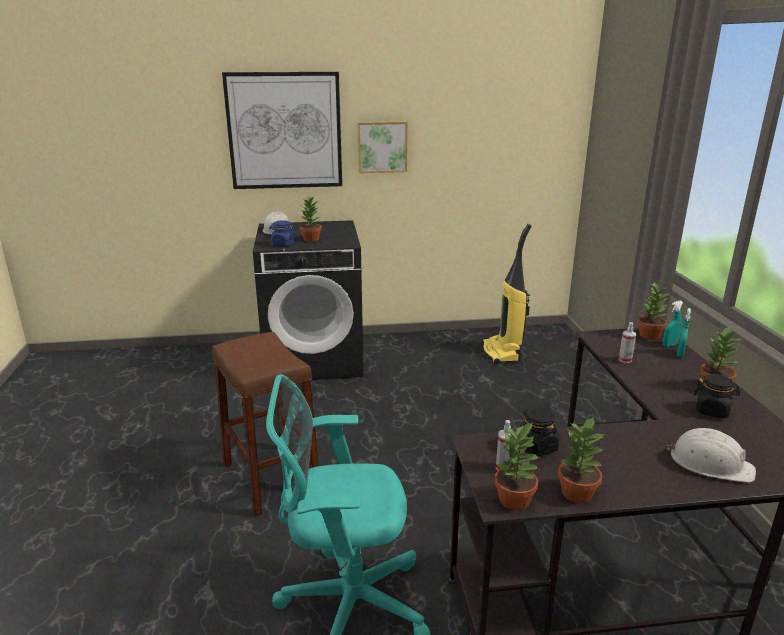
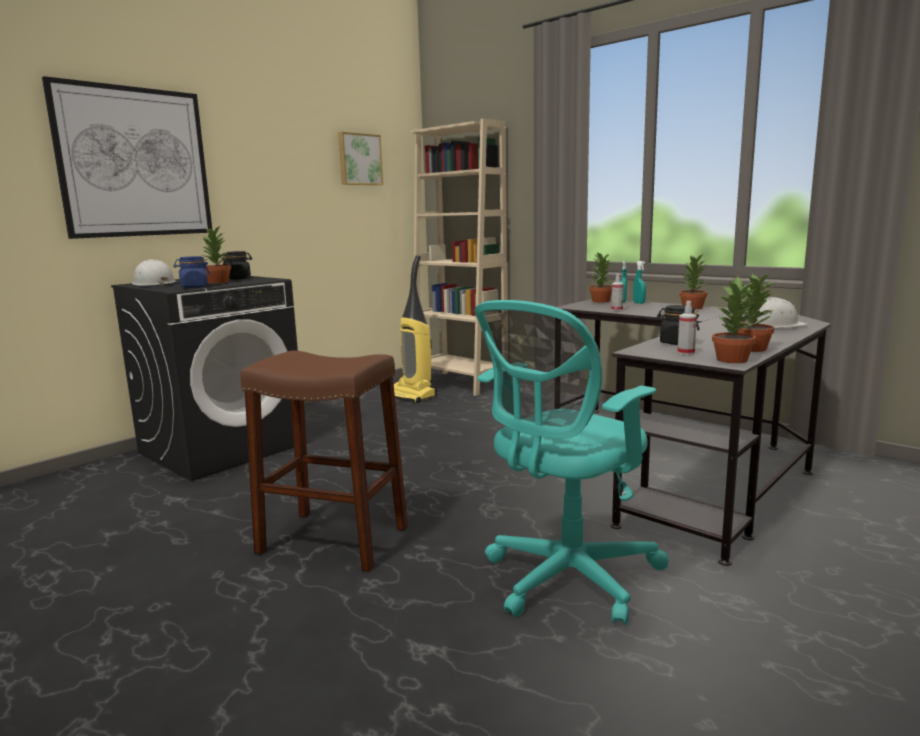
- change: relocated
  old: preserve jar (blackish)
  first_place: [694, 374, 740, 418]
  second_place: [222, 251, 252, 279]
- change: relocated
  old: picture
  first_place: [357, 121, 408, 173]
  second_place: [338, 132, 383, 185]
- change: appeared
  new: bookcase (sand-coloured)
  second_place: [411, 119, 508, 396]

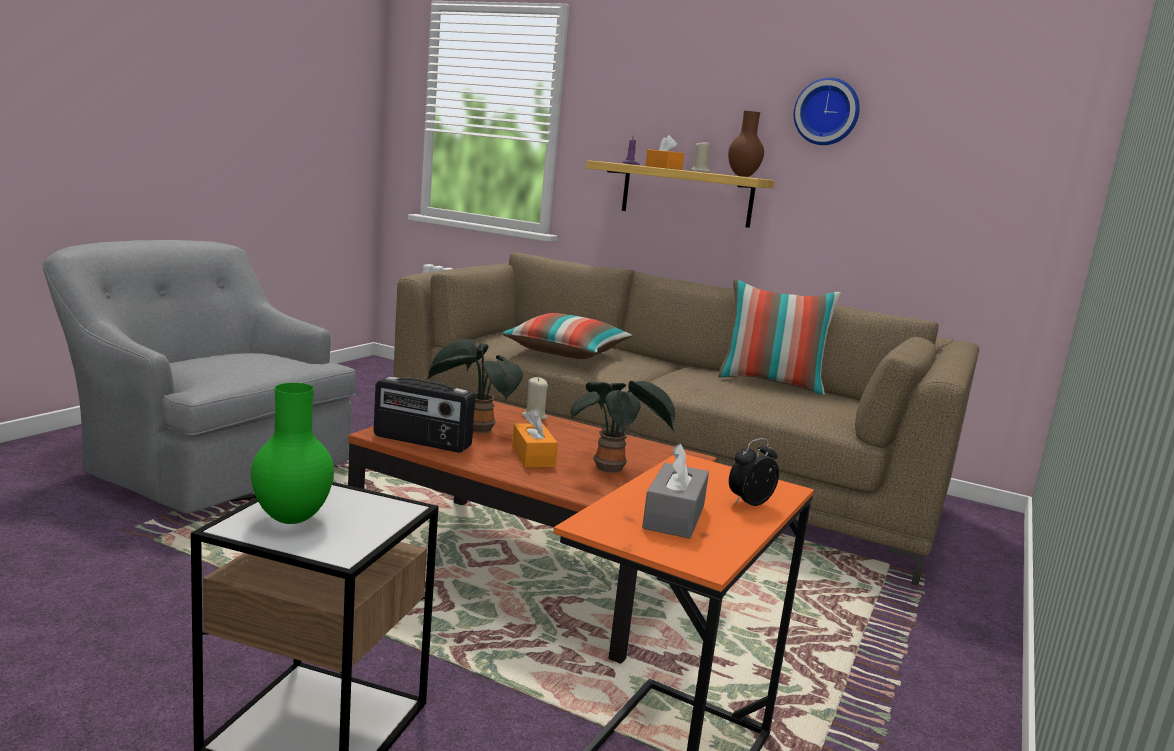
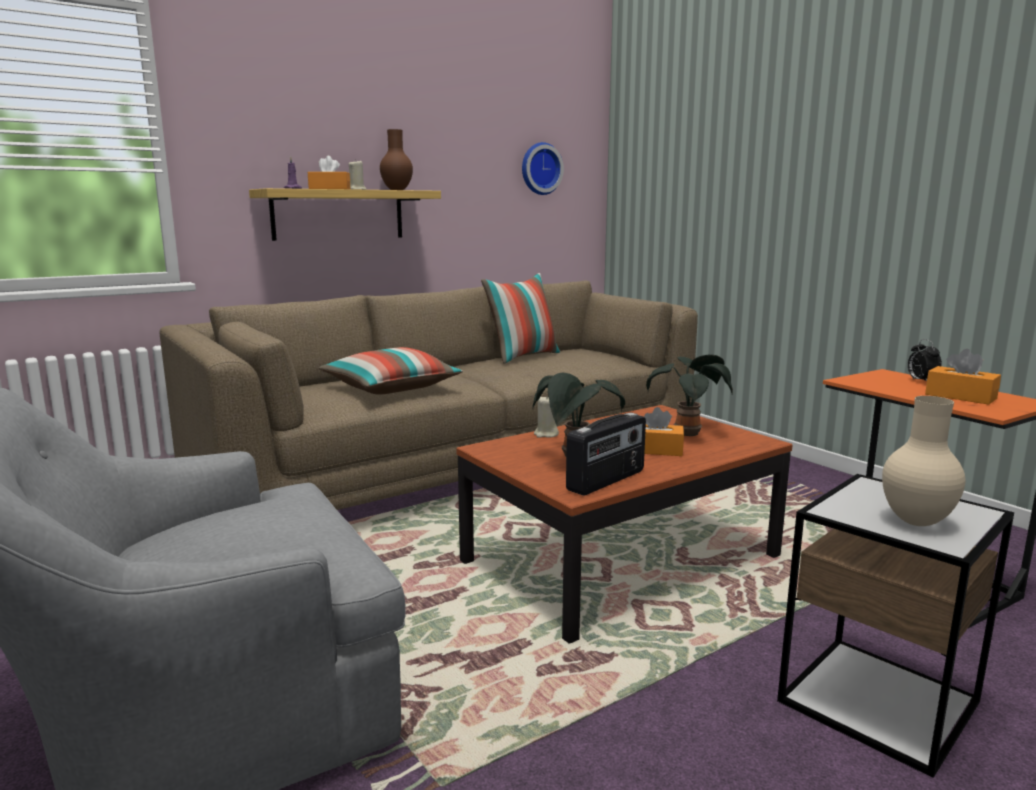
- change: relocated
  old: clock on the wall
  first_place: [794, 77, 860, 145]
  second_place: [522, 142, 564, 195]
- change: colour
  old: decorative vase (green-coloured)
  new: decorative vase (sand-coloured)
  first_place: [251, 383, 334, 524]
  second_place: [882, 396, 966, 526]
- change: colour
  old: tissue box (greyish)
  new: tissue box (orangey)
  first_place: [642, 444, 709, 539]
  second_place: [925, 349, 1001, 405]

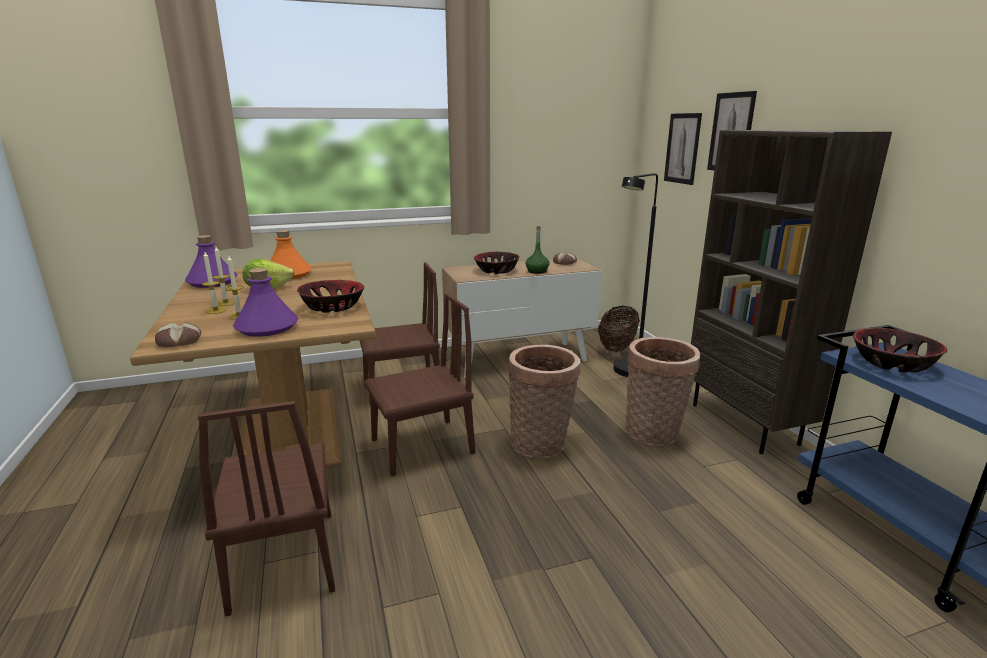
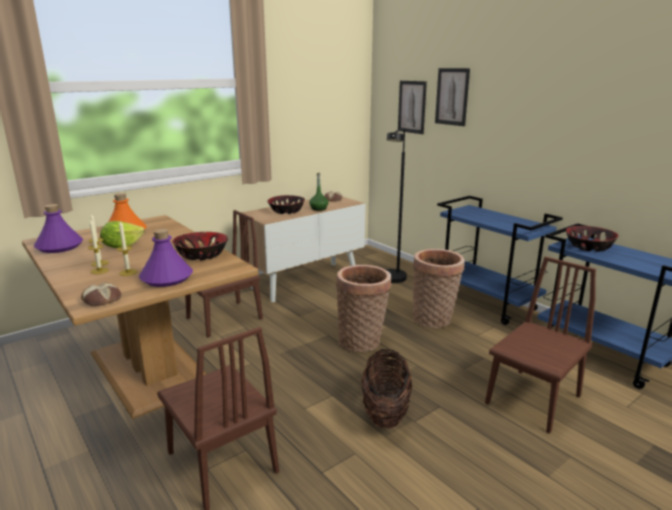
- change: relocated
  old: household basket
  first_place: [598, 306, 640, 352]
  second_place: [361, 349, 412, 428]
- change: exchanged
  old: bookcase (brown)
  new: wheeled cart (blue)
  first_place: [691, 130, 892, 454]
  second_place: [437, 196, 563, 325]
- change: relocated
  old: upright chair (brown)
  first_place: [364, 293, 475, 476]
  second_place: [485, 256, 596, 434]

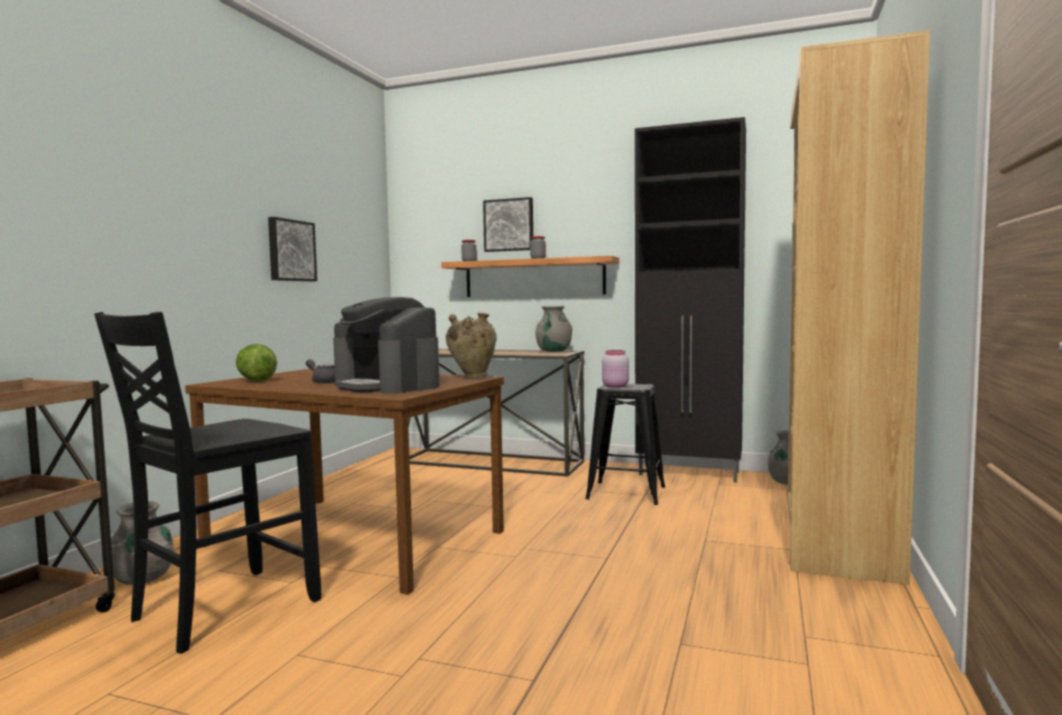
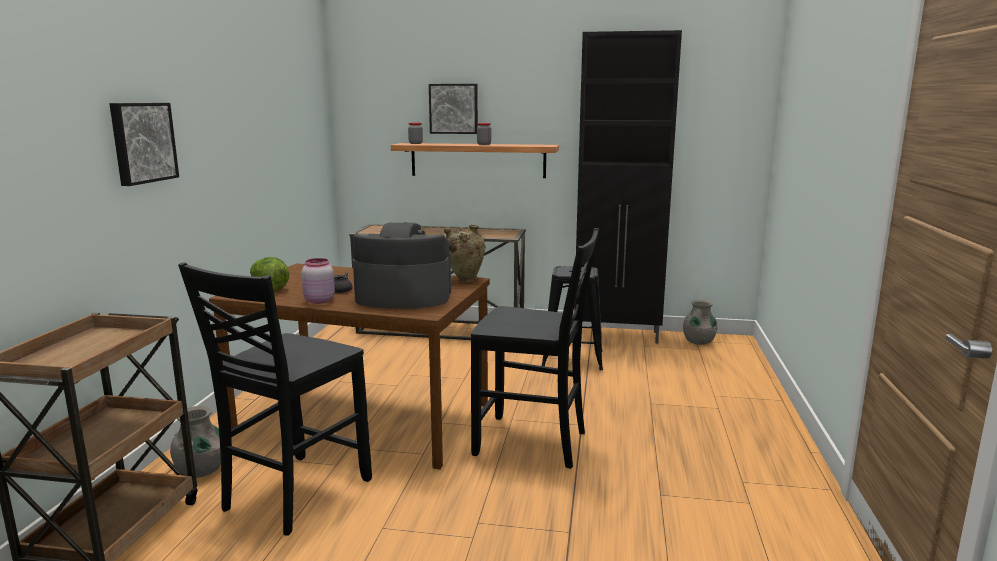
- change: relocated
  old: picture
  first_place: [268, 217, 317, 281]
  second_place: [109, 103, 179, 186]
- change: relocated
  old: preserve jar (pink-coloured)
  first_place: [602, 350, 629, 388]
  second_place: [301, 258, 335, 304]
- change: spun
  old: coffee brewer
  first_place: [333, 297, 440, 394]
  second_place: [353, 222, 451, 308]
  degrees: 150
- change: appeared
  new: upright chair (blackish)
  second_place: [471, 228, 599, 469]
- change: missing
  old: decorative vase (greyish)
  first_place: [535, 306, 572, 352]
- change: missing
  old: bookcase (brown)
  first_place: [788, 30, 930, 585]

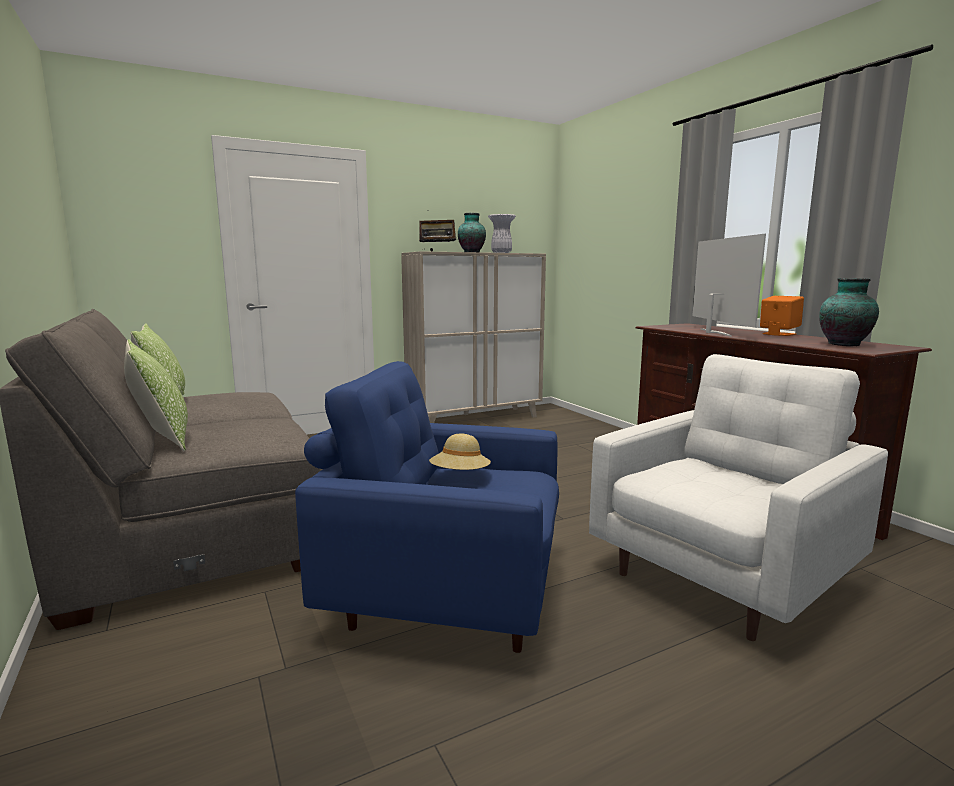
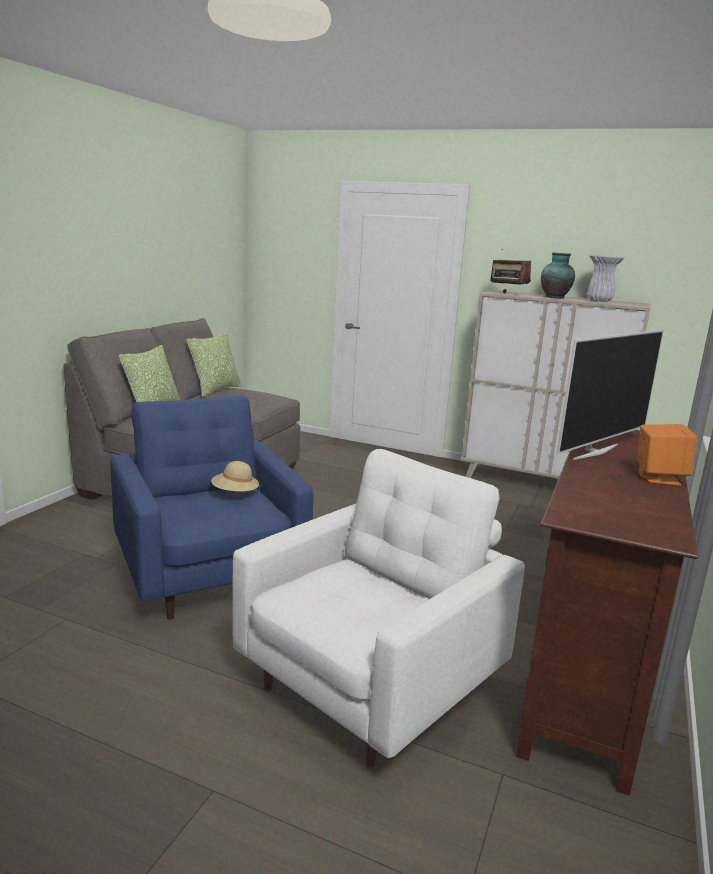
- change: spun
  old: armchair (white-coloured)
  first_place: [589, 354, 888, 641]
  second_place: [233, 449, 525, 768]
  degrees: -60
- change: missing
  old: decorative vase
  first_place: [819, 278, 879, 346]

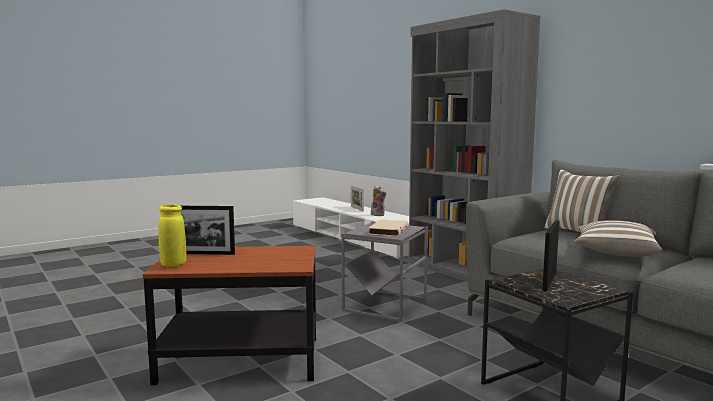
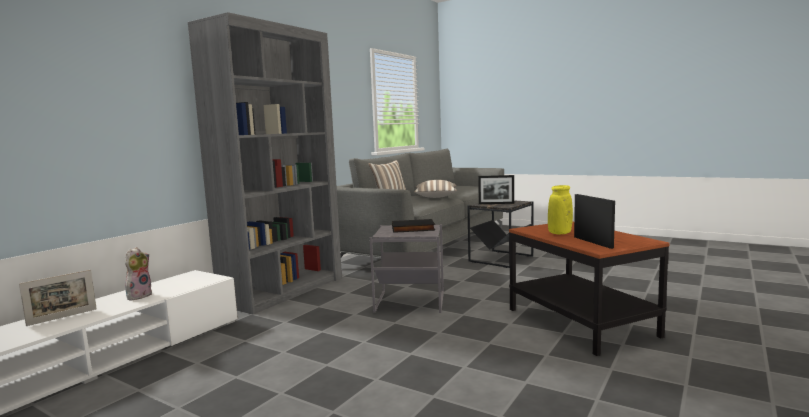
- change: colour
  old: volume (sand-coloured)
  new: volume (blackish)
  first_place: [368, 219, 408, 237]
  second_place: [392, 219, 435, 233]
- change: relocated
  old: decorative vase (yellow)
  first_place: [158, 204, 187, 267]
  second_place: [548, 185, 573, 234]

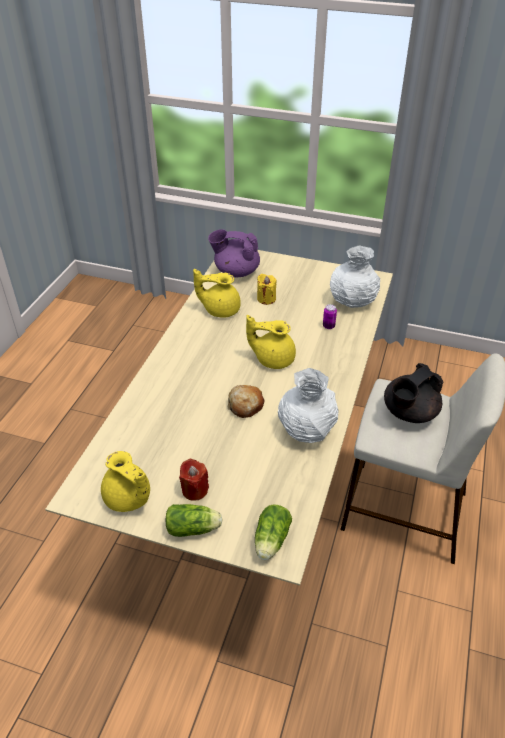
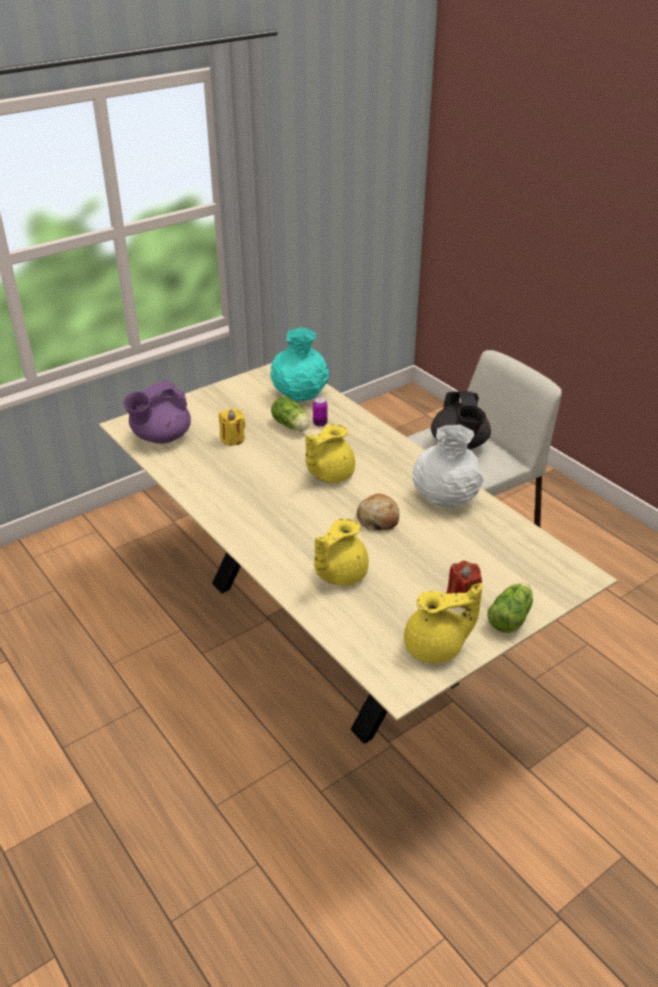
- change: colour
  old: decorative vase (white-coloured)
  new: decorative vase (turquoise)
  first_place: [330, 245, 380, 308]
  second_place: [270, 327, 329, 402]
- change: relocated
  old: lettuce
  first_place: [255, 505, 292, 560]
  second_place: [271, 396, 310, 431]
- change: relocated
  old: teapot (yellow)
  first_place: [193, 269, 241, 318]
  second_place: [314, 518, 369, 586]

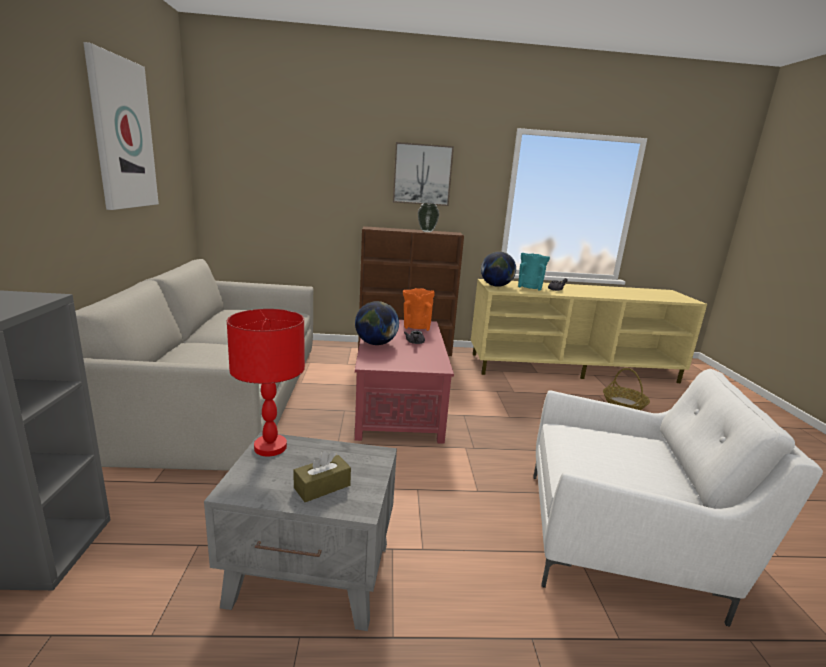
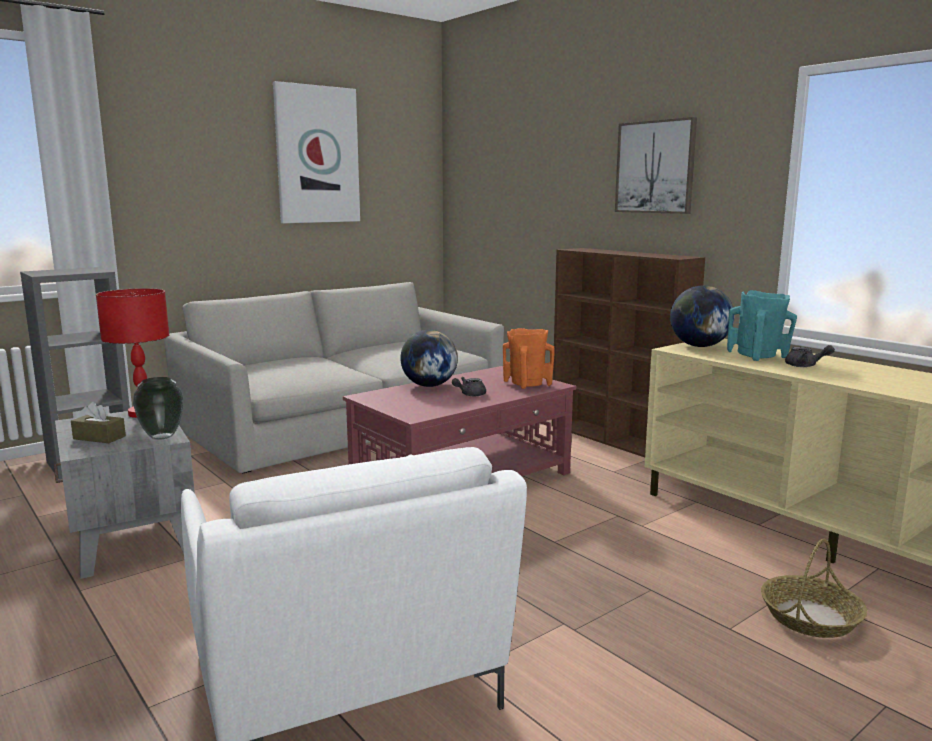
- change: relocated
  old: decorative vase
  first_place: [418, 203, 439, 232]
  second_place: [133, 377, 184, 440]

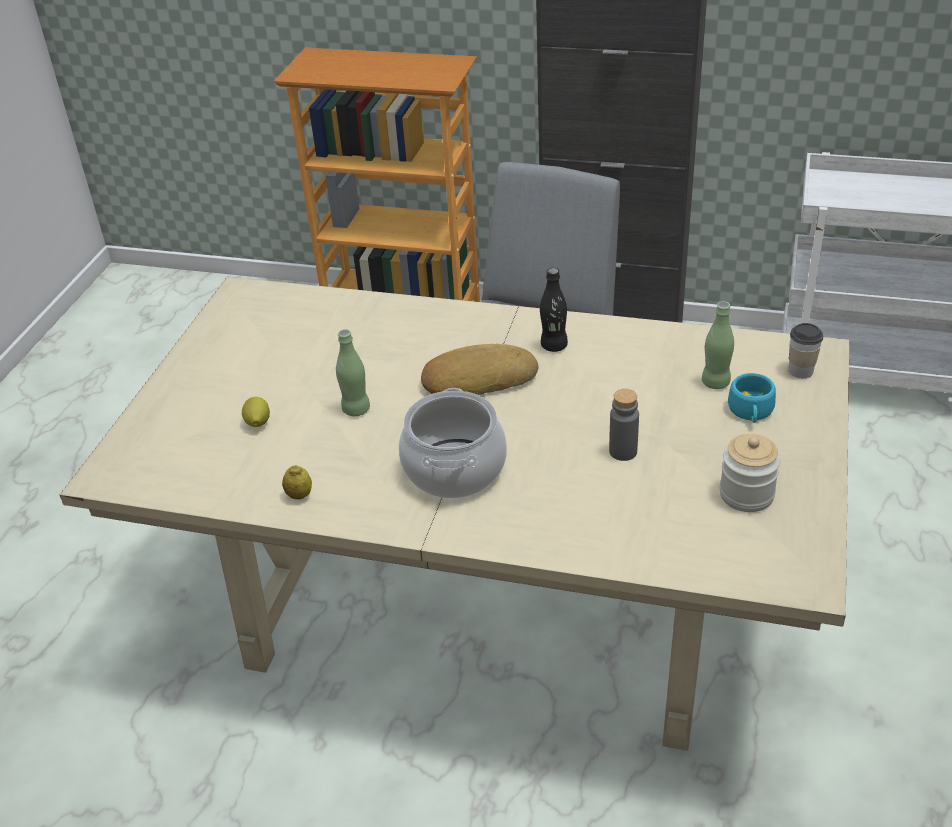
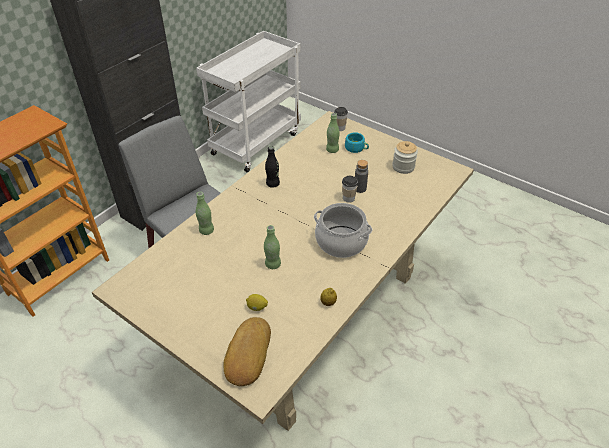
- change: appeared
  new: drink bottle (green-coloured)
  second_place: [196, 192, 214, 235]
- change: relocated
  old: bread
  first_place: [421, 344, 538, 395]
  second_place: [223, 317, 271, 386]
- change: appeared
  new: drinking cup
  second_place: [342, 175, 358, 203]

